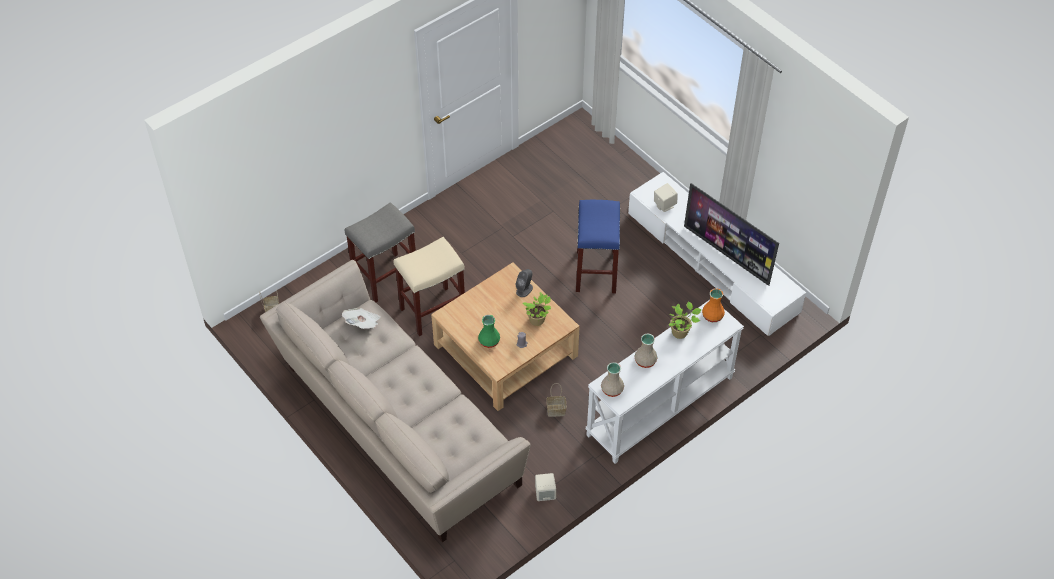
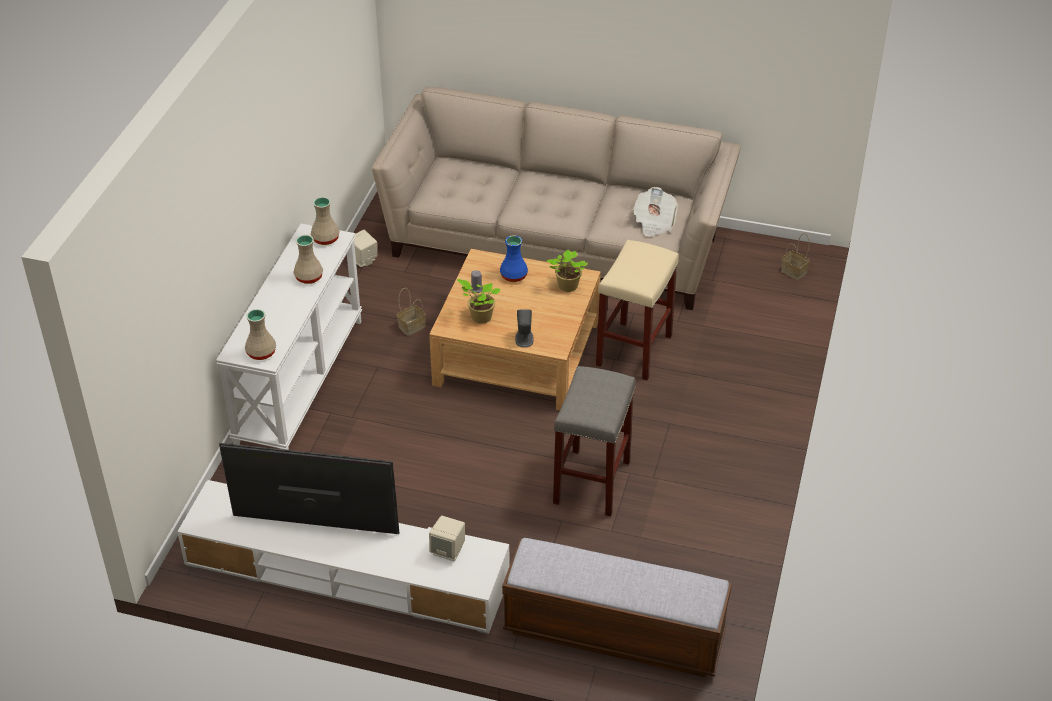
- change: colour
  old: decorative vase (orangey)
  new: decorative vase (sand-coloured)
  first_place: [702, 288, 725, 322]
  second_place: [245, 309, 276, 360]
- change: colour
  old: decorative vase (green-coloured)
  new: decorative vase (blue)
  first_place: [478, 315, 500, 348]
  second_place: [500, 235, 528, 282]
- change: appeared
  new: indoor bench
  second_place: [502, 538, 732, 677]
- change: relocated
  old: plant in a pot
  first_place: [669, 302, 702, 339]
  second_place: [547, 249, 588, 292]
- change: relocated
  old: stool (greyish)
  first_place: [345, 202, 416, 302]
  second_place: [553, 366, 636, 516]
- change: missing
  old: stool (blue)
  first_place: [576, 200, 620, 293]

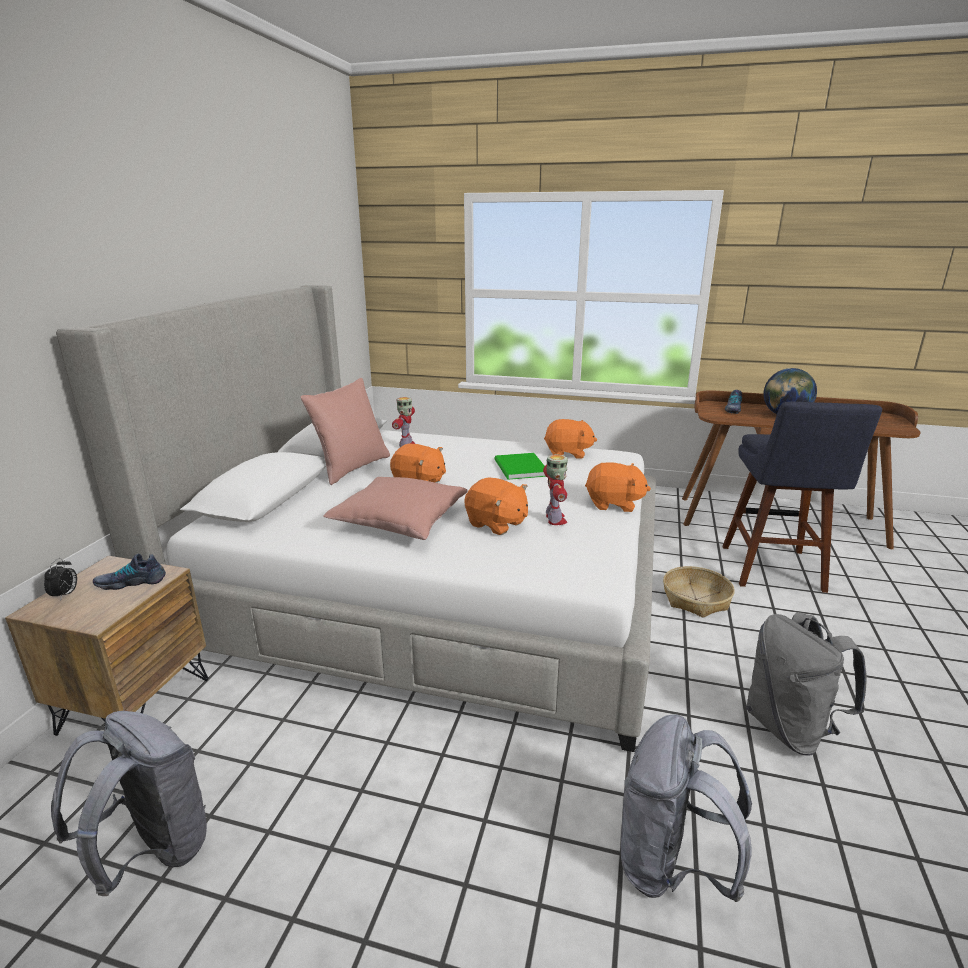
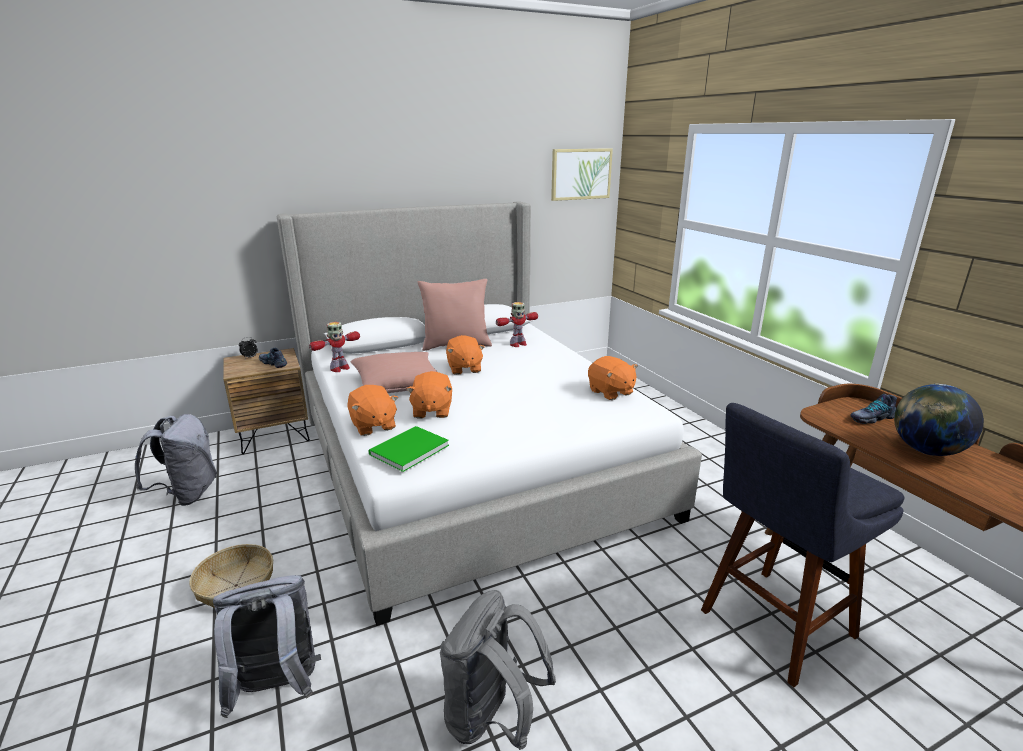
- change: relocated
  old: household basket
  first_place: [663, 566, 735, 618]
  second_place: [189, 544, 273, 608]
- change: relocated
  old: model robot
  first_place: [543, 454, 568, 525]
  second_place: [309, 322, 360, 372]
- change: relocated
  old: cuddly toy (orangey)
  first_place: [585, 462, 651, 512]
  second_place: [347, 385, 398, 436]
- change: relocated
  old: volume (green-coloured)
  first_place: [495, 453, 546, 480]
  second_place: [368, 426, 449, 472]
- change: appeared
  new: picture
  second_place: [551, 148, 613, 201]

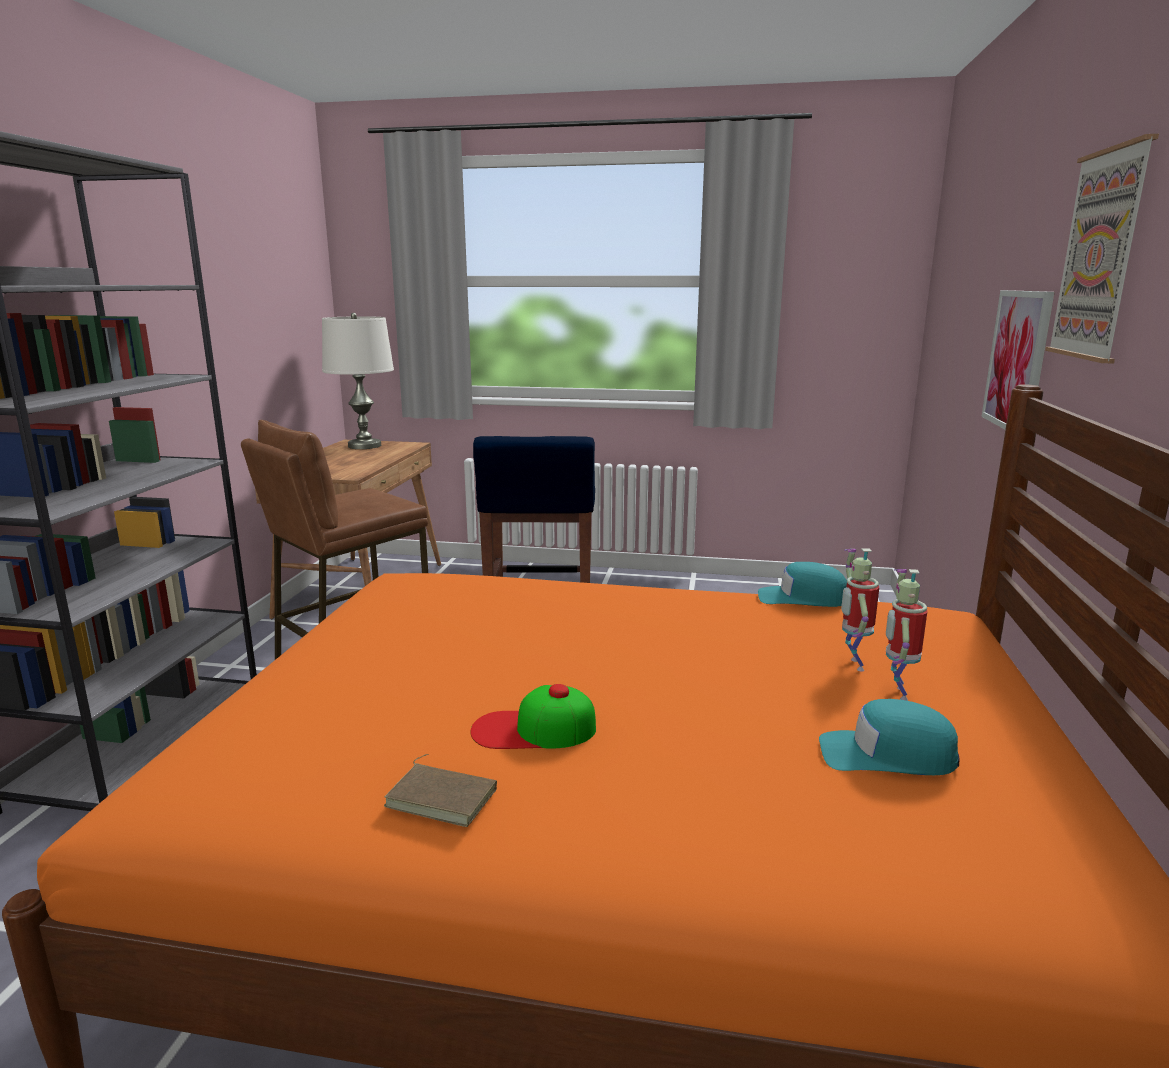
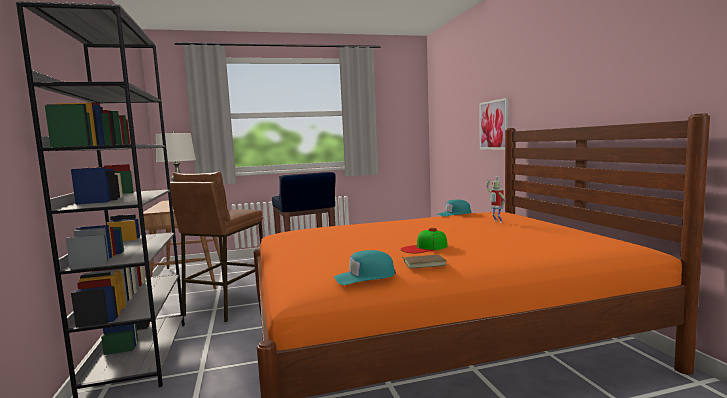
- change: relocated
  old: peaked cap (turquoise)
  first_place: [819, 699, 960, 775]
  second_place: [334, 250, 396, 285]
- change: missing
  old: model robot
  first_place: [886, 569, 928, 701]
- change: missing
  old: picture
  first_place: [1045, 134, 1159, 363]

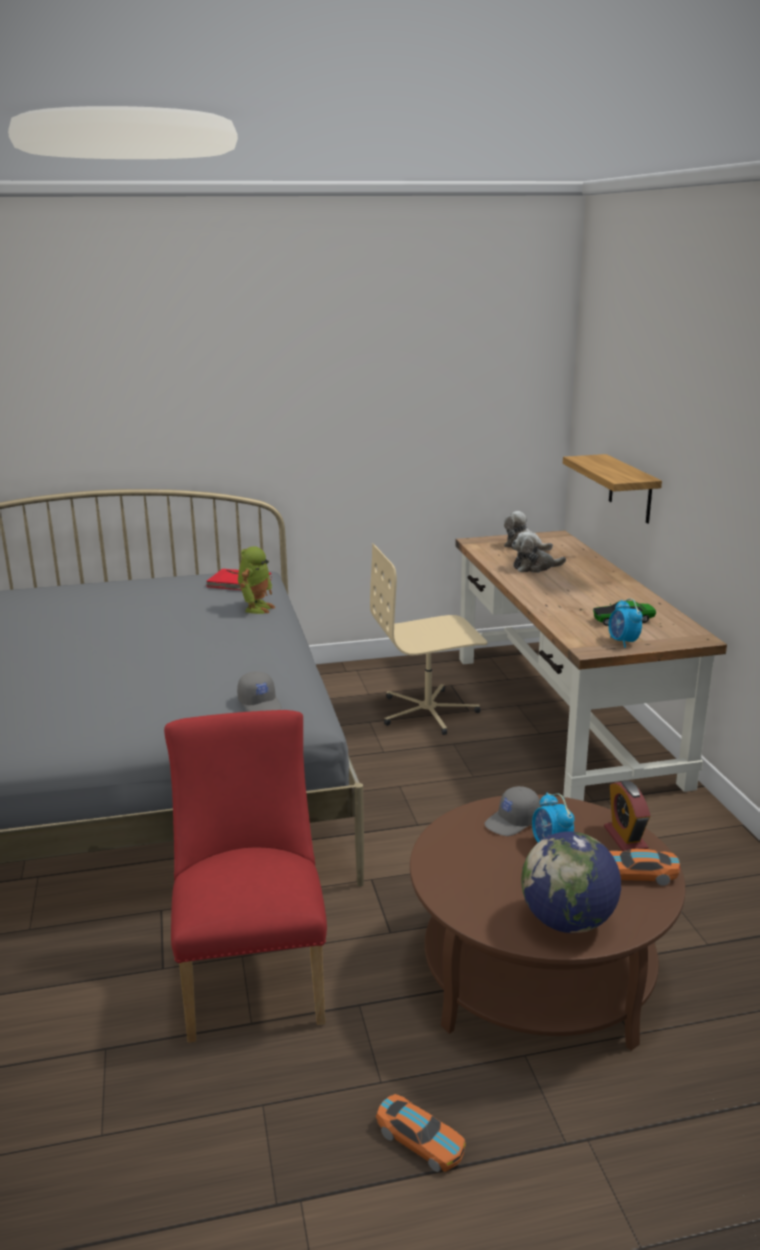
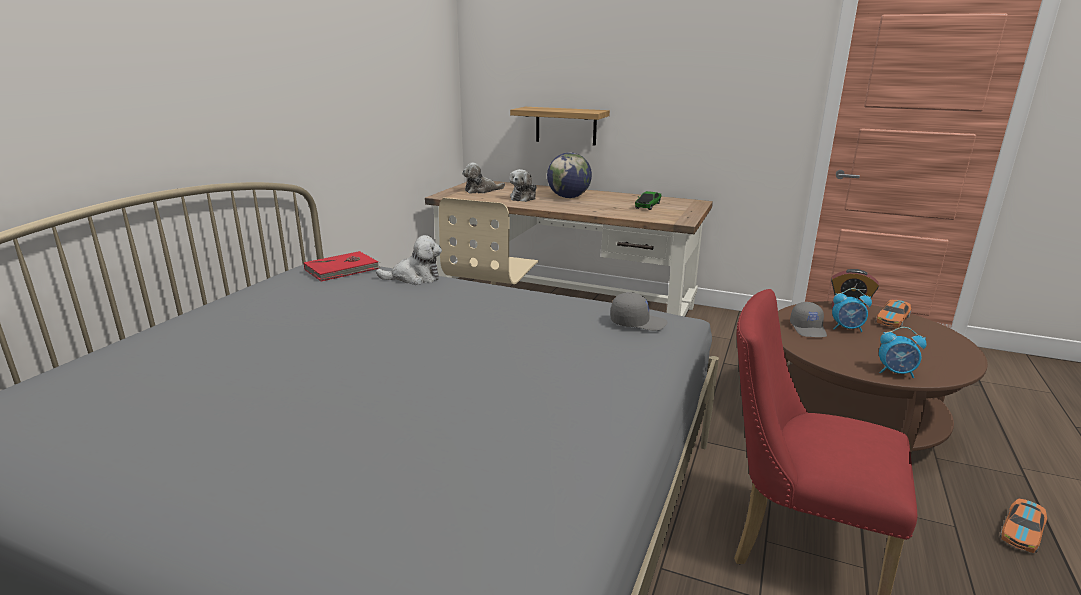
- change: exchanged
  old: model robot
  new: cuddly toy
  first_place: [238, 546, 276, 614]
  second_place: [376, 235, 442, 285]
- change: relocated
  old: desk globe
  first_place: [521, 831, 621, 933]
  second_place: [547, 152, 592, 198]
- change: relocated
  old: bedside clock
  first_place: [608, 598, 643, 648]
  second_place: [879, 327, 927, 378]
- change: spun
  old: toy car
  first_place: [376, 1094, 466, 1172]
  second_place: [1000, 498, 1047, 553]
  degrees: 150

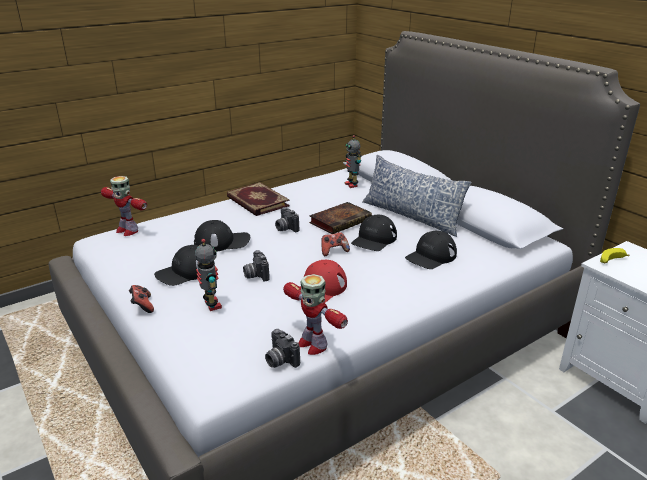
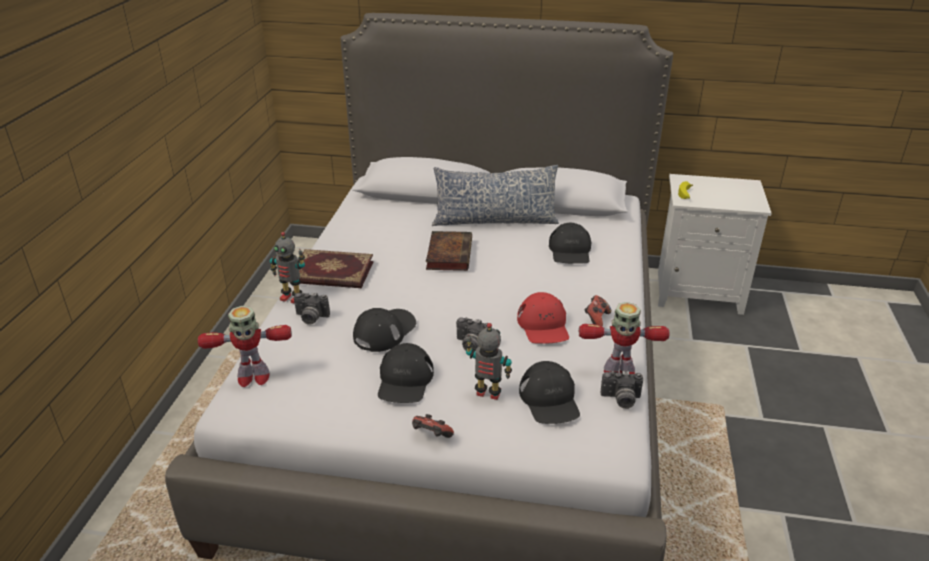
- change: relocated
  old: model robot
  first_place: [345, 135, 362, 188]
  second_place: [270, 232, 305, 304]
- change: relocated
  old: photo camera
  first_place: [275, 207, 299, 232]
  second_place: [294, 292, 330, 325]
- change: relocated
  old: peaked cap (blackish)
  first_place: [351, 215, 397, 251]
  second_place: [519, 361, 580, 424]
- change: relocated
  old: gamepad
  first_place: [321, 232, 350, 256]
  second_place: [584, 295, 611, 327]

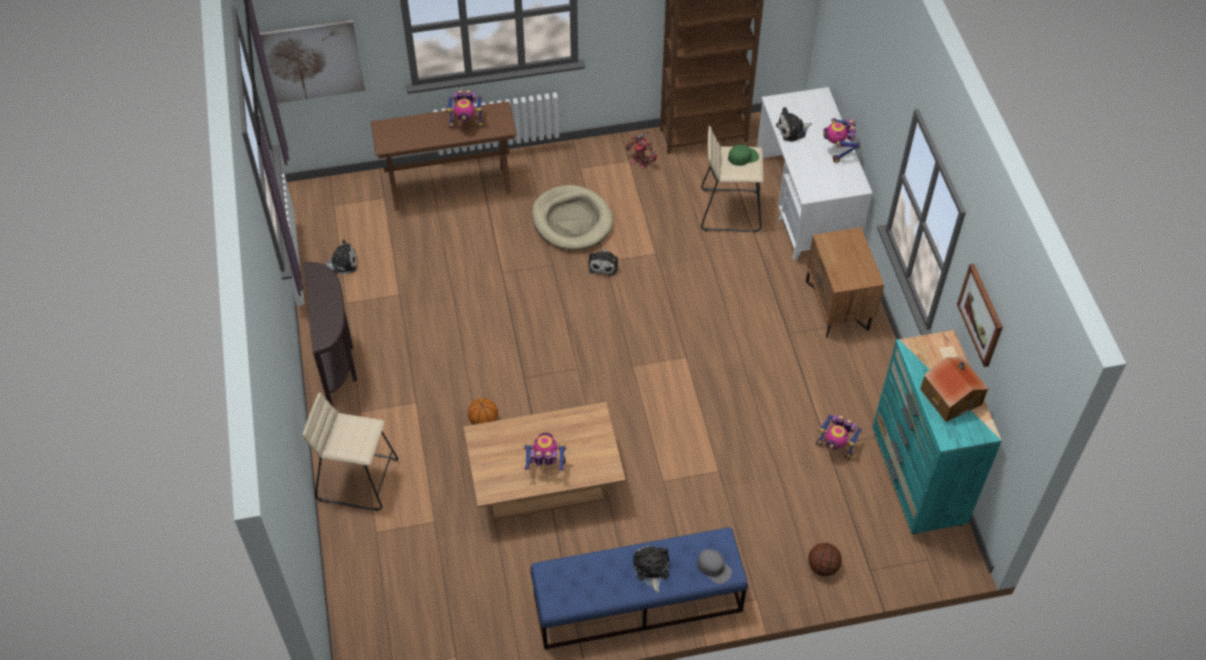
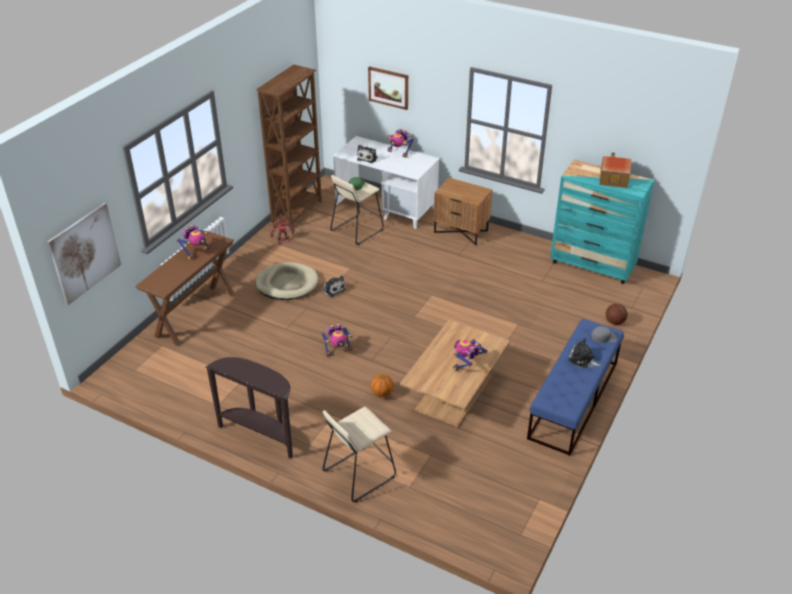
- change: relocated
  old: model robot
  first_place: [816, 414, 862, 460]
  second_place: [321, 324, 352, 356]
- change: relocated
  old: picture
  first_place: [957, 264, 1003, 367]
  second_place: [368, 66, 408, 110]
- change: missing
  old: cuddly toy
  first_place: [326, 239, 357, 274]

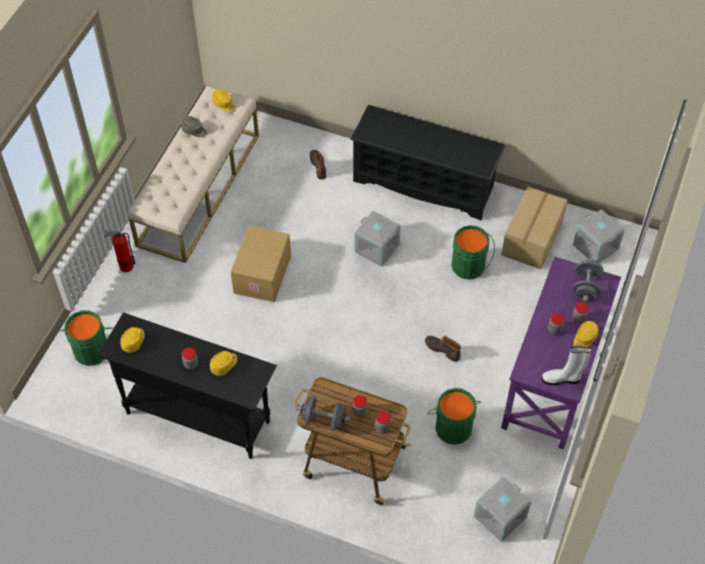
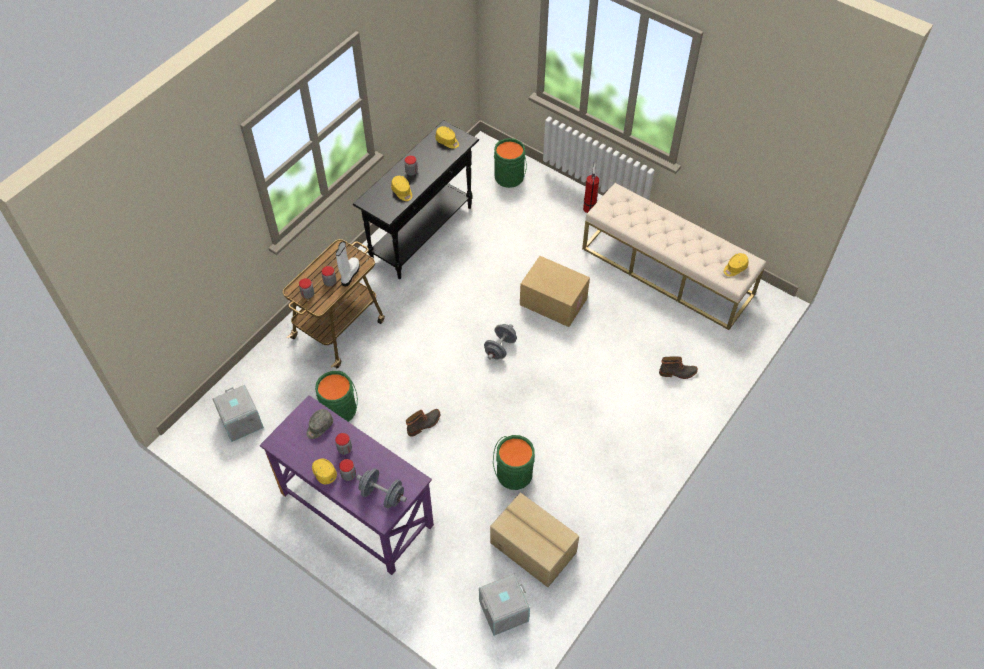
- change: relocated
  old: peaked cap (greyish)
  first_place: [181, 116, 207, 137]
  second_place: [306, 409, 333, 439]
- change: relocated
  old: boot (white-coloured)
  first_place: [542, 346, 591, 385]
  second_place: [336, 241, 360, 287]
- change: relocated
  old: free weight (greyish)
  first_place: [296, 396, 351, 431]
  second_place: [484, 324, 517, 360]
- change: missing
  old: shoe shelf (blackish)
  first_place: [350, 105, 505, 221]
- change: missing
  old: storage box (greyish)
  first_place: [355, 211, 401, 267]

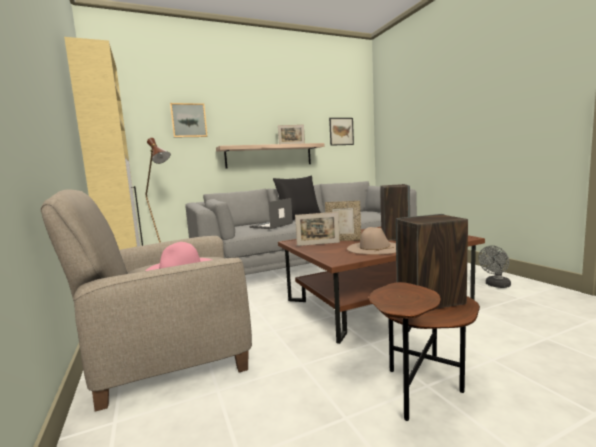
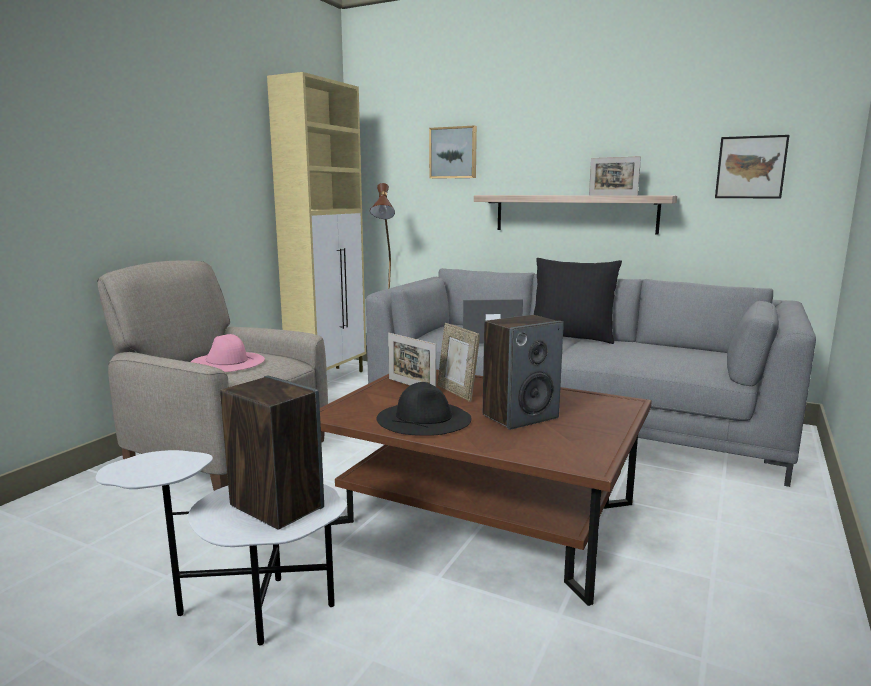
- change: colour
  old: accent table (brown)
  new: accent table (white-coloured)
  first_place: [369, 282, 480, 421]
  second_place: [96, 450, 347, 645]
- change: colour
  old: clothing hat (sand-coloured)
  new: clothing hat (blackish)
  first_place: [347, 227, 396, 255]
  second_place: [377, 382, 471, 436]
- change: missing
  old: fan (greyish)
  first_place: [478, 246, 511, 288]

